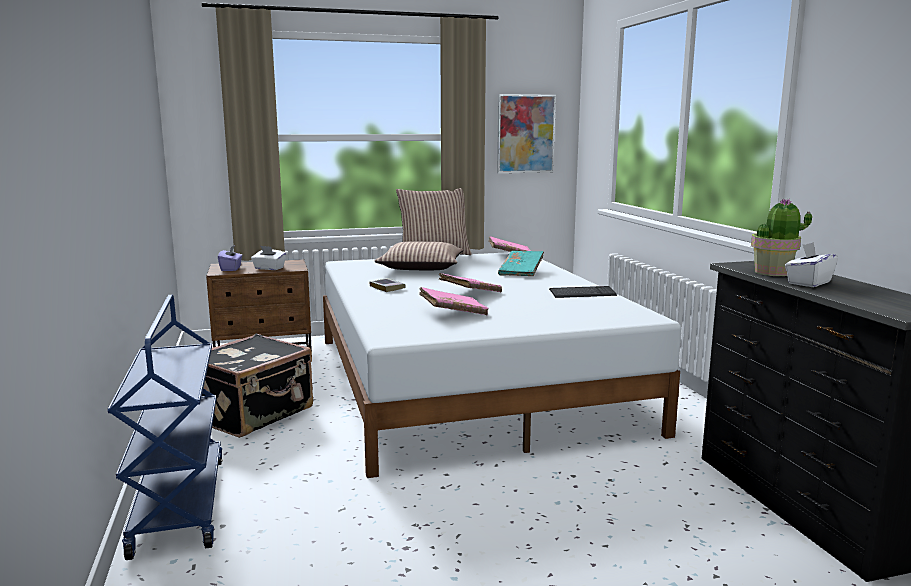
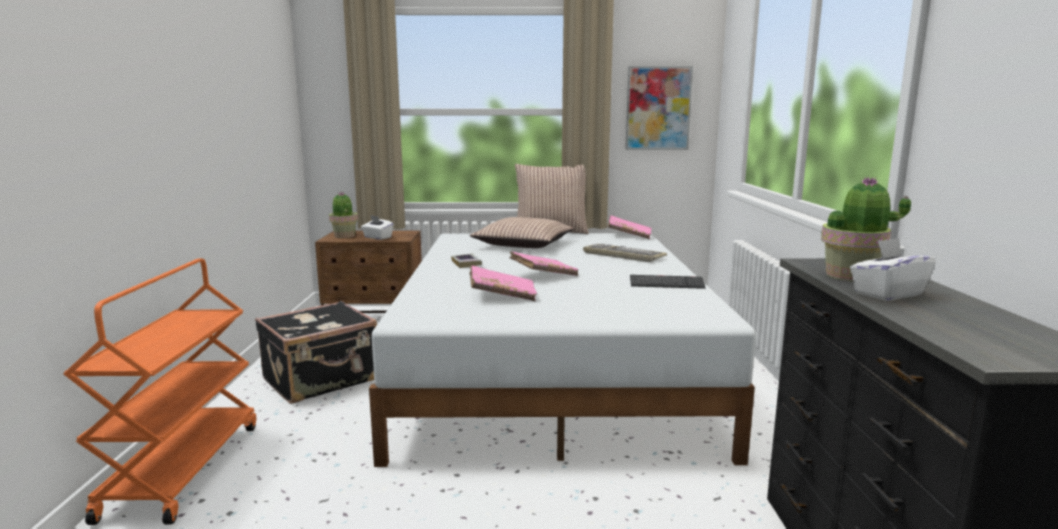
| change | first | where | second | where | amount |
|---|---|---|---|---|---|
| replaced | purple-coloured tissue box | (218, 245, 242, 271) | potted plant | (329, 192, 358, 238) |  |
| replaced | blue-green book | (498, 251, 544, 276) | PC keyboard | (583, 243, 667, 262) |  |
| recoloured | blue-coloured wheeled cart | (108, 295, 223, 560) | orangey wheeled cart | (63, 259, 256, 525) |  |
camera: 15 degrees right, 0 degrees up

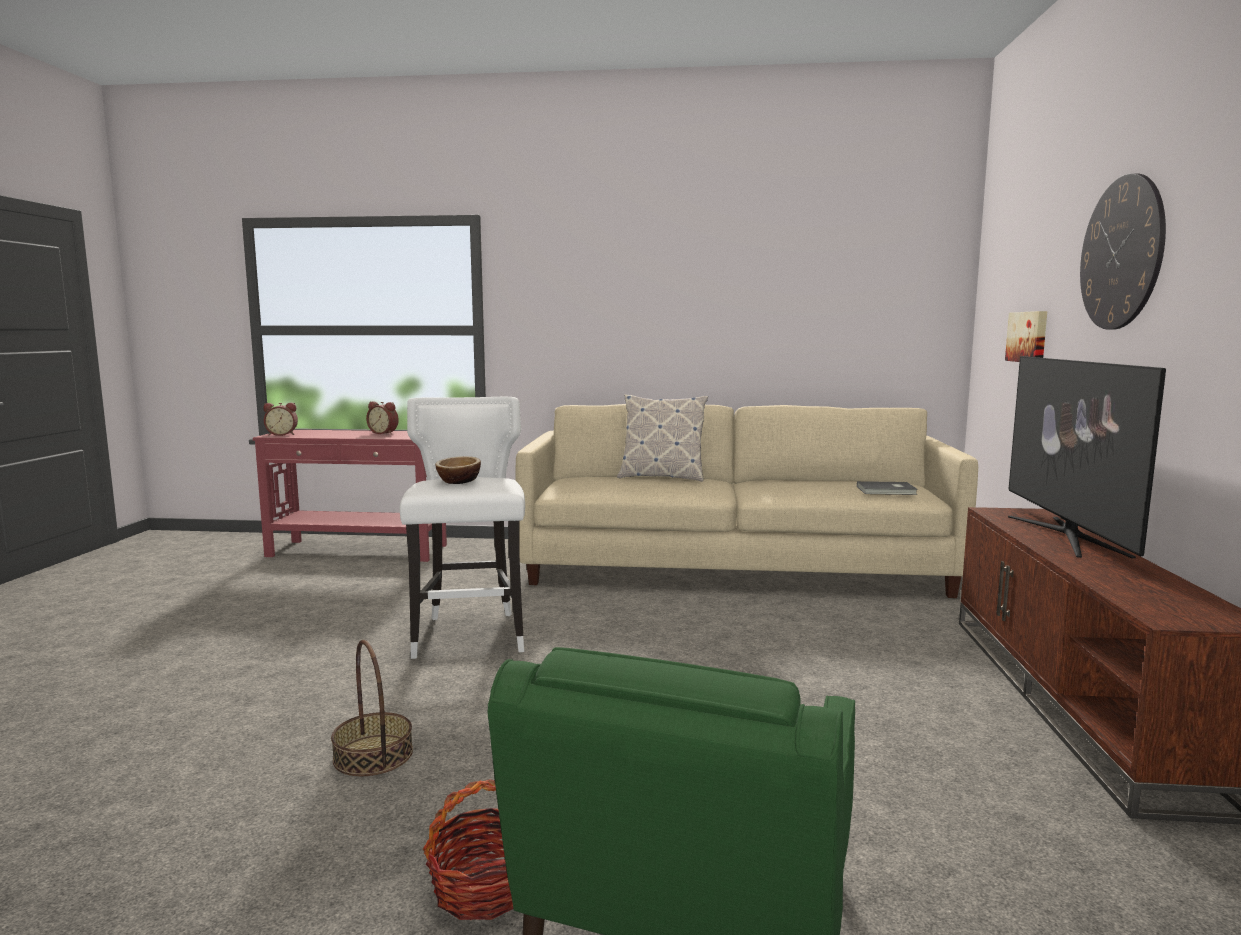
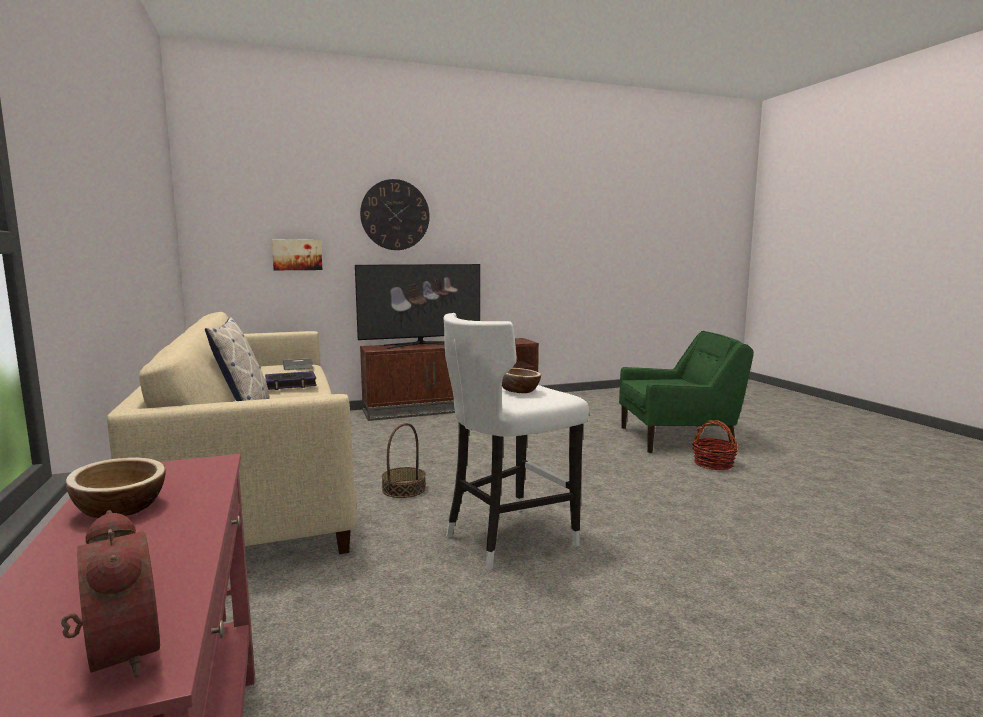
| change | first | where | second | where | amount |
|---|---|---|---|---|---|
| replaced | bedside clock | (366, 401, 399, 434) | deep dish | (66, 457, 166, 518) |  |
| moved | household basket | (331, 640, 413, 776) |  | (382, 423, 426, 498) |  |
| added |  |  | book | (265, 371, 317, 390) |  |
camera: 115 degrees left, 0 degrees up

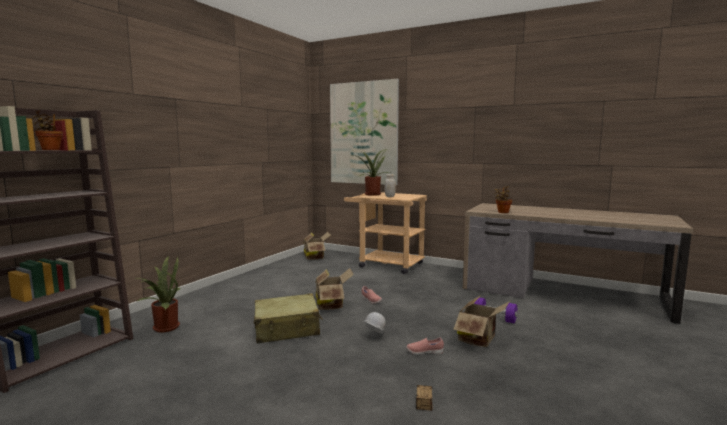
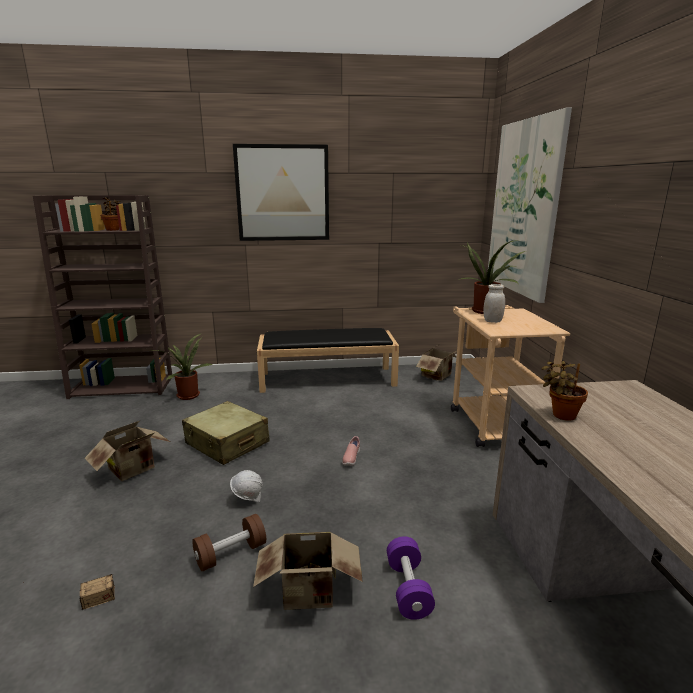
| change | first | where | second | where | amount |
|---|---|---|---|---|---|
| moved | packing box | (315, 268, 354, 310) |  | (85, 421, 170, 481) |  |
| replaced | pinkish shoe | (406, 338, 444, 355) | brownish hand weight | (192, 514, 266, 572) |  |
| added |  |  | wall art | (233, 144, 329, 241) |  |
| added |  |  | black long seat | (257, 328, 399, 393) |  |
camera: 55 degrees right, 10 degrees up

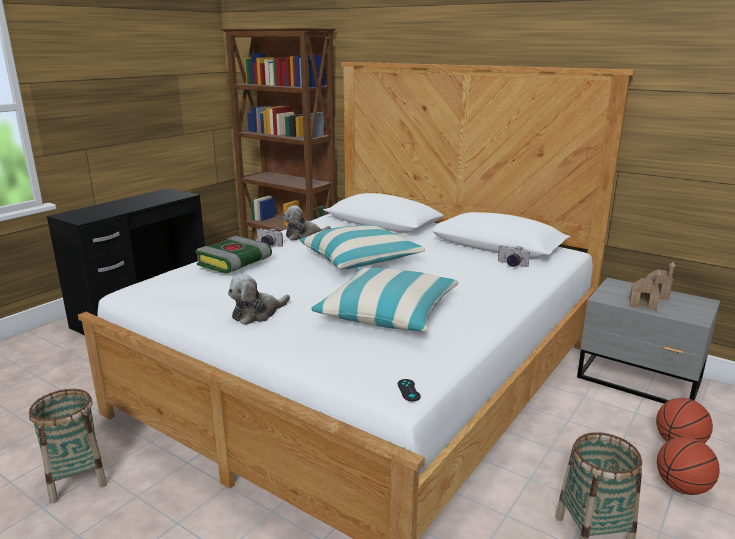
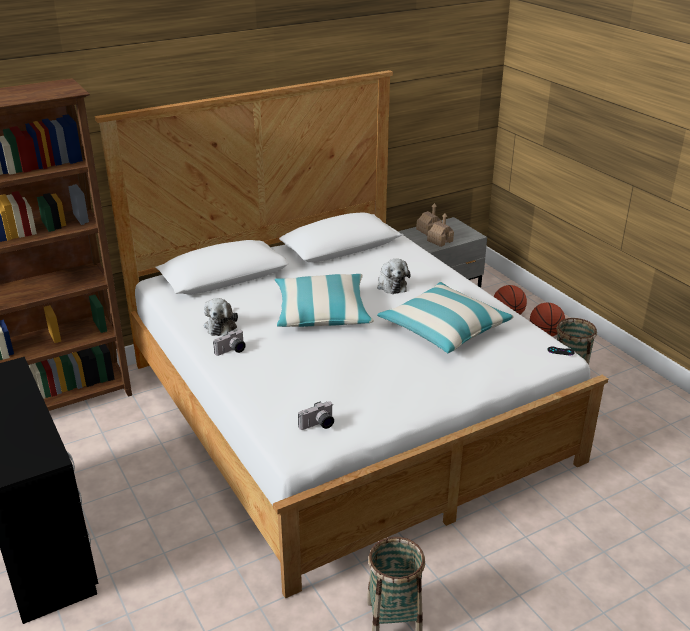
| change | first | where | second | where | amount |
|---|---|---|---|---|---|
| removed | book | (195, 236, 272, 274) |  |  |  |
| moved | still camera | (498, 246, 530, 267) |  | (298, 401, 334, 430) |  |
| moved | cuddly toy | (228, 274, 290, 325) |  | (377, 259, 411, 294) |  |
camera: 65 degrees left, 10 degrees up

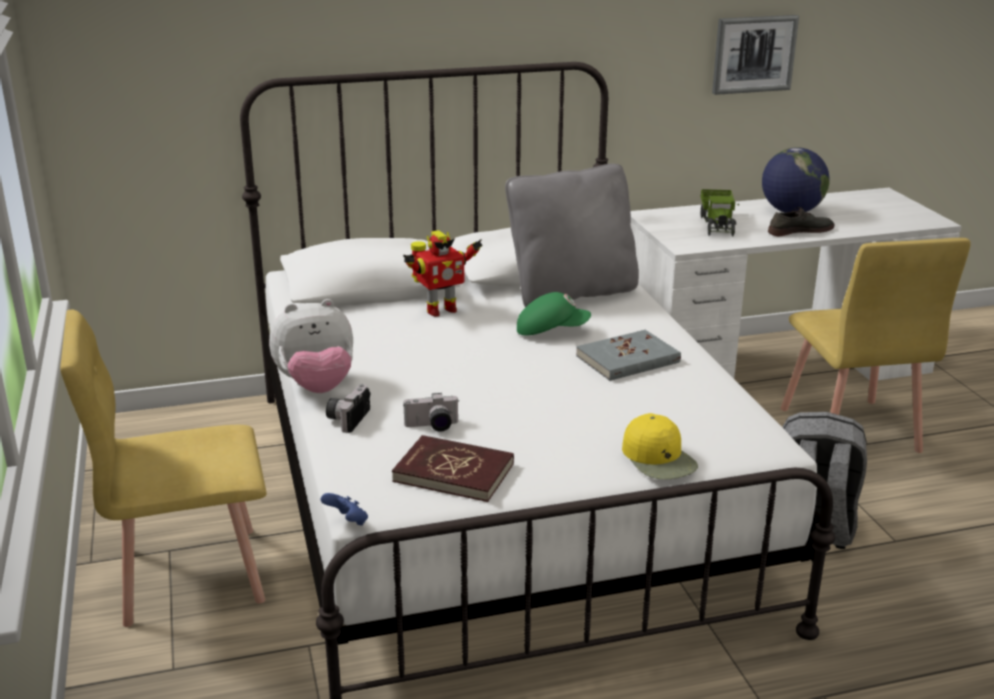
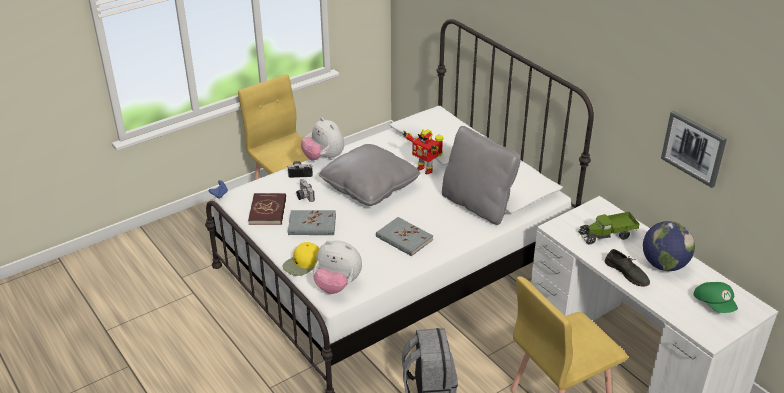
| change | first | where | second | where | amount |
|---|---|---|---|---|---|
| moved | green-coloured cap | (517, 292, 591, 335) |  | (693, 282, 738, 313) |  |
| added |  |  | grey throw pillow | (319, 144, 420, 206) |  |
| added |  |  | grey book | (288, 210, 336, 235) |  |
| added |  |  | cuddly toy | (313, 240, 362, 294) |  |
camera: 70 degrees right, 10 degrees up

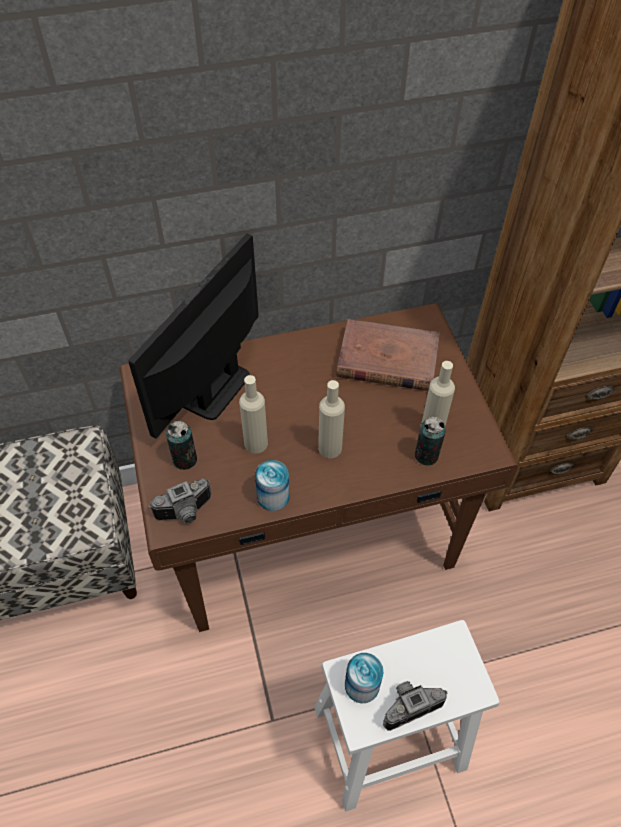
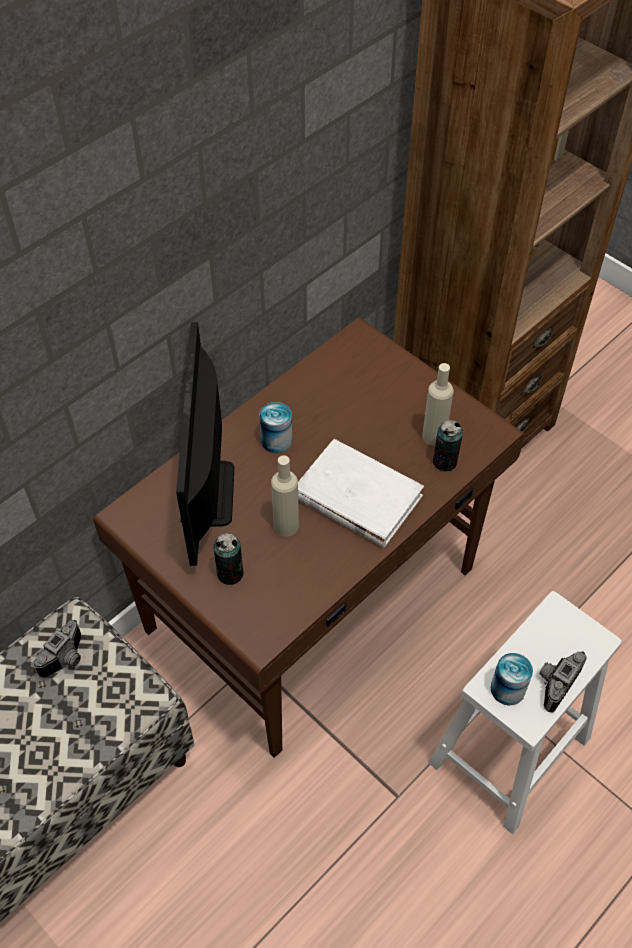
| change | first | where | second | where | amount |
|---|---|---|---|---|---|
| removed | brownish book | (336, 319, 440, 391) |  |  |  |
| replaced | beige beverage bottle | (318, 380, 345, 458) | white-coloured book | (298, 439, 424, 548) |  |
| moved | metal can | (255, 460, 290, 511) |  | (260, 402, 293, 453) |  |
| moved | still camera | (149, 478, 211, 523) |  | (33, 620, 82, 678) |  |
camera: 30 degrees left, 0 degrees up

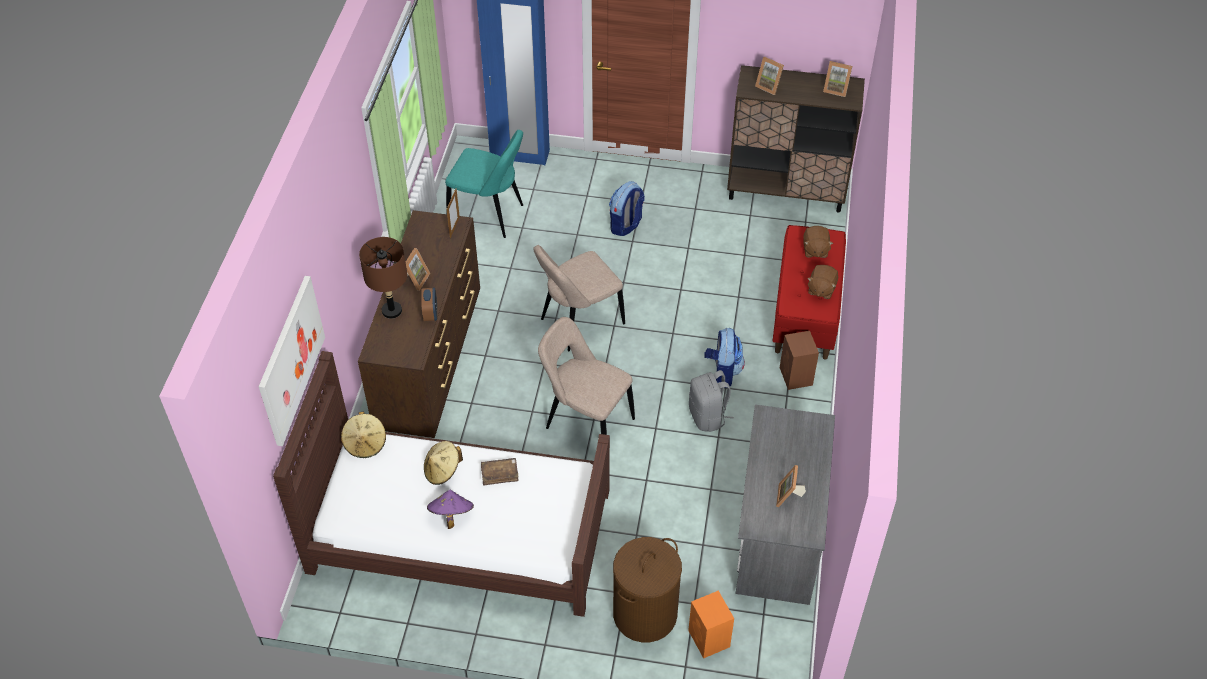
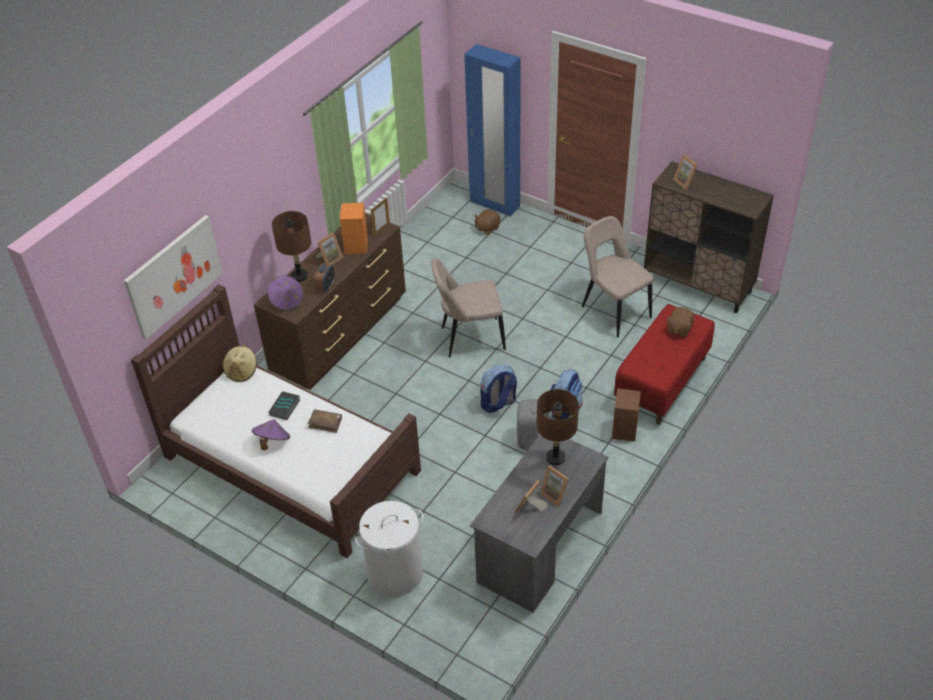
| change | first | where | second | where | amount |
|---|---|---|---|---|---|
| moved | photo frame | (823, 61, 852, 97) |  | (540, 465, 569, 507) |  |
| removed | blue-green plain chair | (445, 130, 523, 238) |  |  |  |
| moved | knapsack | (609, 181, 645, 236) |  | (480, 364, 517, 413) |  |
| moved | brownish cuddly toy | (807, 265, 838, 299) |  | (474, 209, 501, 235) |  |
| moved | beige plain chair | (538, 317, 635, 435) |  | (582, 216, 654, 337) |  |
| replaced | beige hat | (424, 441, 463, 485) | book | (269, 391, 300, 420) |  |
| recoloured | brownish hamper | (613, 537, 682, 642) | white-coloured hamper | (355, 501, 423, 596) |  |
| moved | orangey audio speaker | (688, 591, 734, 659) |  | (340, 203, 368, 254) |  |
| added |  |  | purple-coloured hat | (267, 276, 303, 311) |  |
| added |  |  | brownish lamp for a table | (537, 389, 579, 465) |  |
camera: 25 degrees right, 5 degrees down

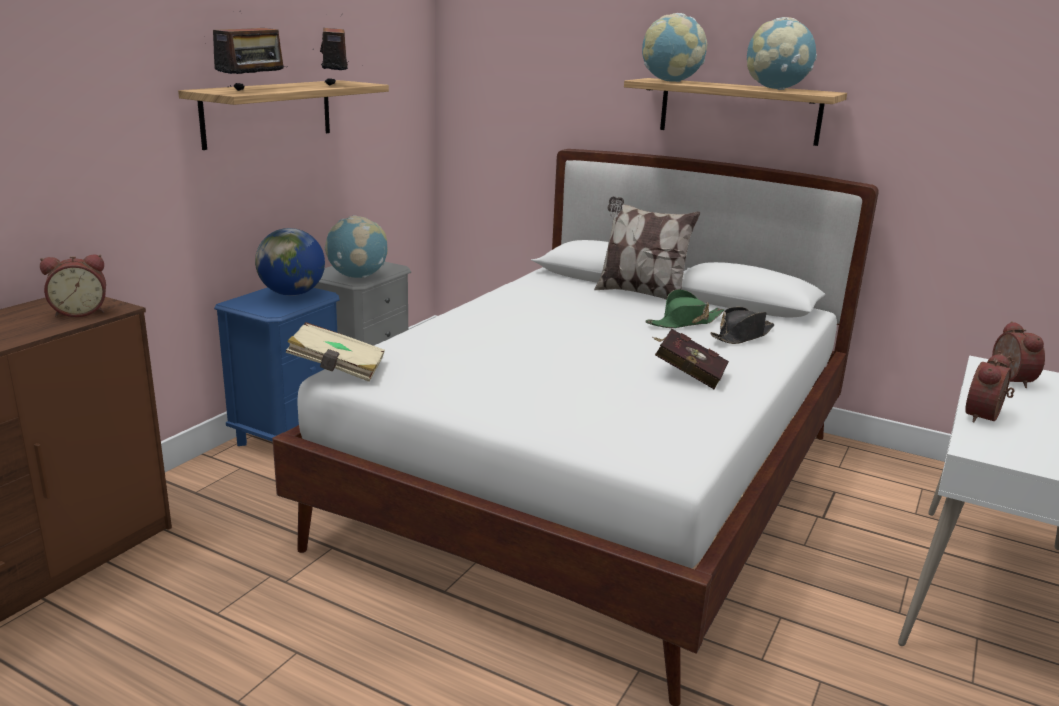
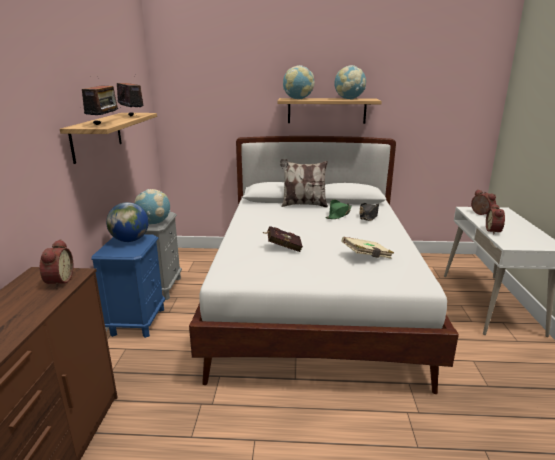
| change | first | where | second | where | amount |
|---|---|---|---|---|---|
| turned | bedside clock | (40, 254, 106, 317) |  | (39, 239, 73, 288) | 45 degrees counterclockwise |
| moved | beige book | (286, 322, 385, 382) |  | (342, 237, 394, 259) |  |
| moved | red-coloured book | (653, 329, 729, 389) |  | (262, 226, 303, 252) |  |
camera: 25 degrees left, 0 degrees up

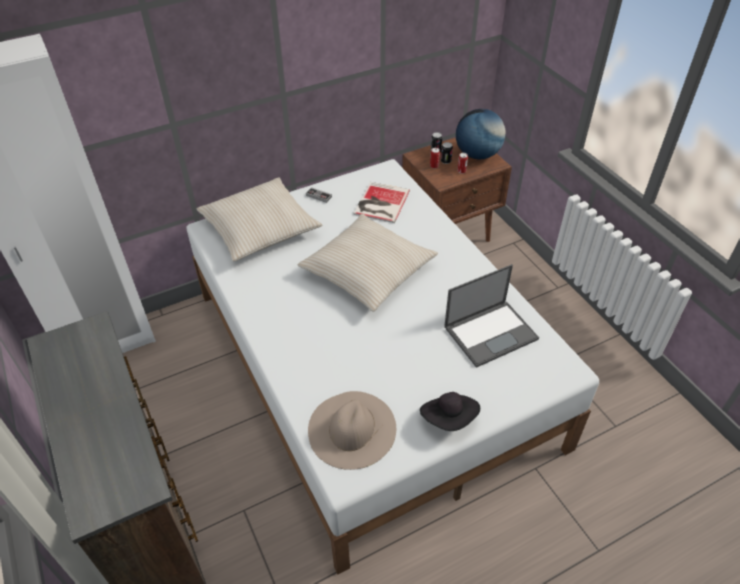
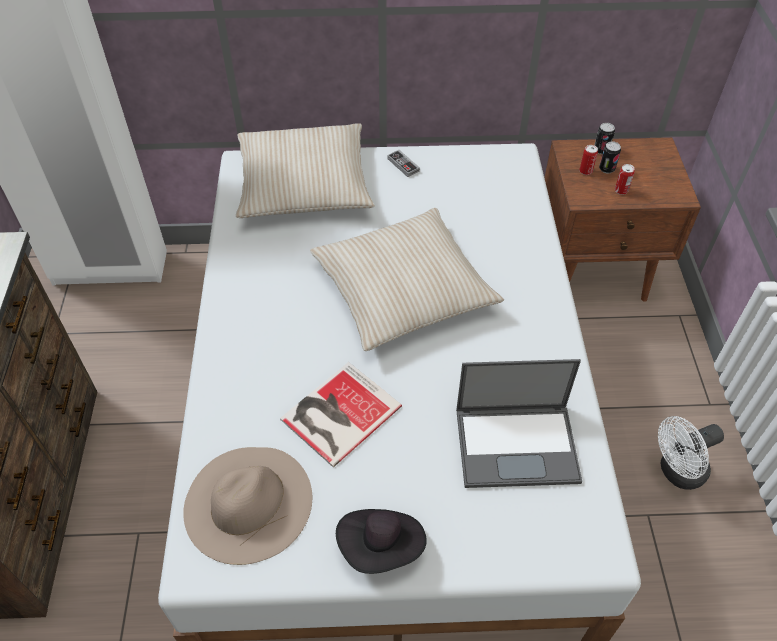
| change | first | where | second | where | amount |
|---|---|---|---|---|---|
| removed | world globe | (456, 109, 506, 160) |  |  |  |
| moved | book | (353, 182, 410, 223) |  | (280, 362, 402, 468) |  |
| added |  |  | white-coloured fan | (658, 416, 724, 490) |  |
camera: 25 degrees right, 5 degrees up

